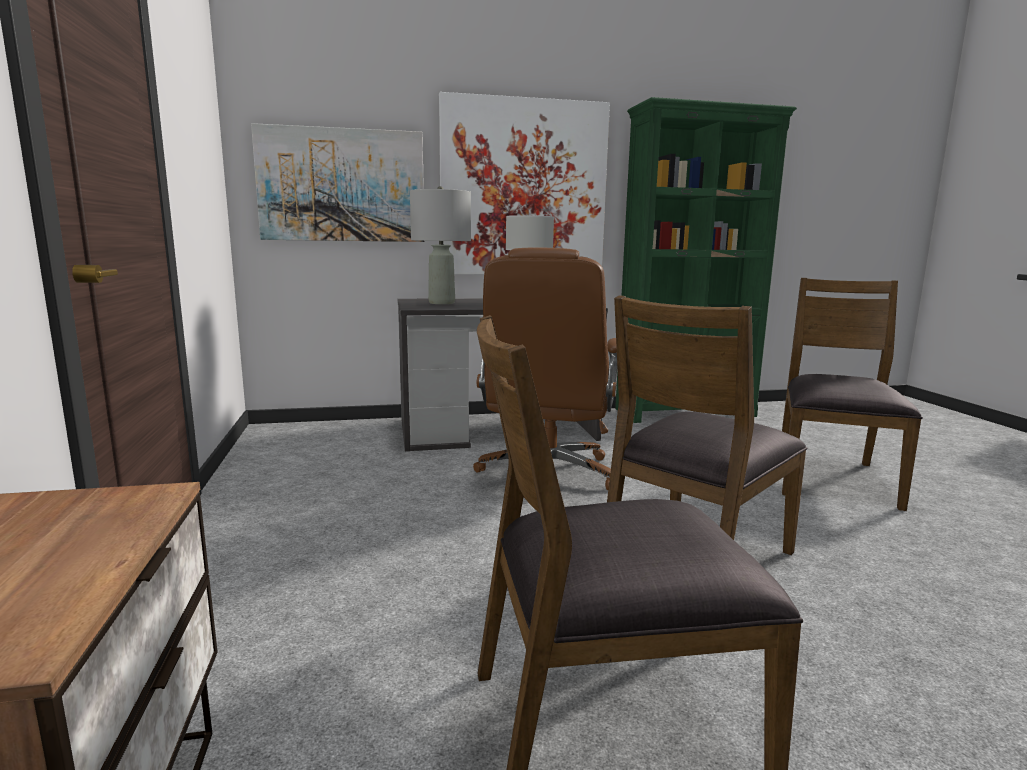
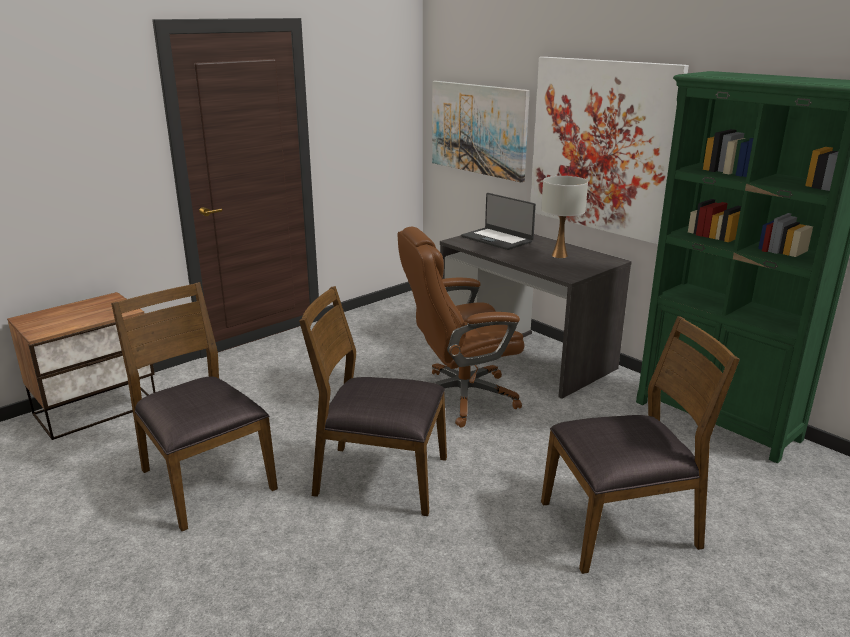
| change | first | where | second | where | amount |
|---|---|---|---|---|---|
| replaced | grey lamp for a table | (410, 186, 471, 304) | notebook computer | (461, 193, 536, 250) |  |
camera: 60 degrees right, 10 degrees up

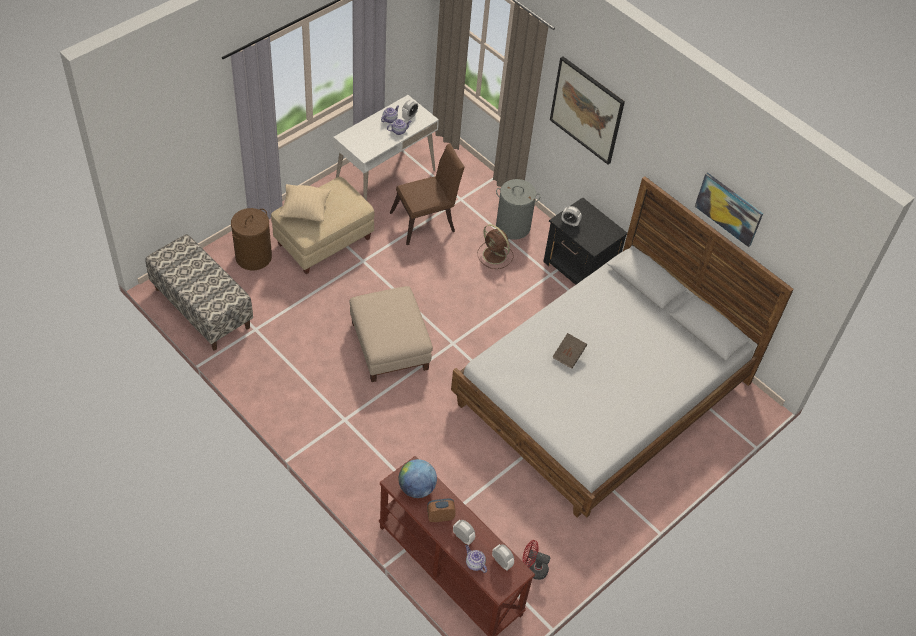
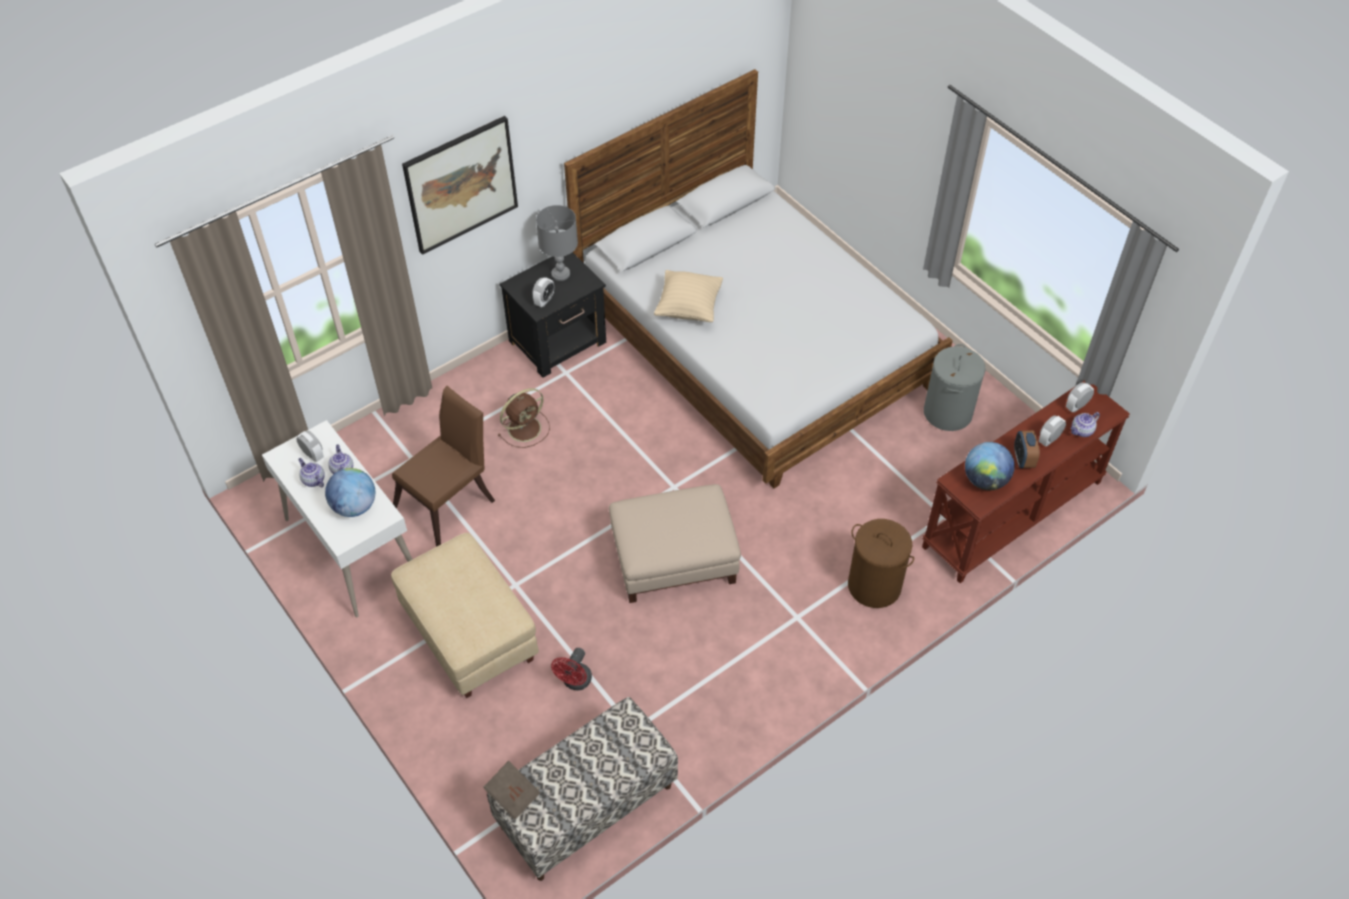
| change | first | where | second | where | amount |
|---|---|---|---|---|---|
| turned | brownish plain chair | (390, 143, 464, 245) |  | (392, 386, 495, 547) | 60 degrees clockwise |
| removed | wall art | (695, 172, 763, 247) |  |  |  |
| moved | grey hamper | (496, 179, 541, 240) |  | (924, 344, 985, 431) |  |
| moved | beige throw pillow | (279, 184, 331, 221) |  | (654, 270, 723, 322) |  |
| moved | brownish hamper | (231, 208, 272, 270) |  | (848, 519, 914, 608) |  |
| moved | brownish book | (553, 333, 587, 369) |  | (483, 761, 540, 820) |  |
| moved | red-coloured fan | (522, 540, 550, 580) |  | (551, 648, 592, 690) |  |
| added |  |  | grey lamp for a table | (536, 205, 578, 281) |  |
| added |  |  | world globe | (325, 468, 375, 517) |  |
camera: 80 degrees left, 0 degrees up

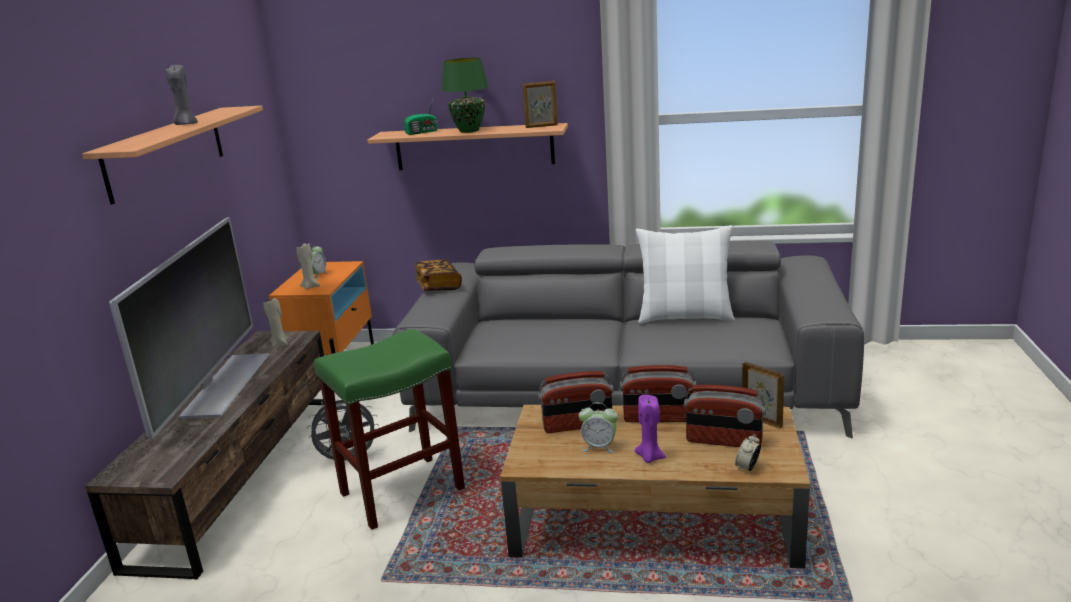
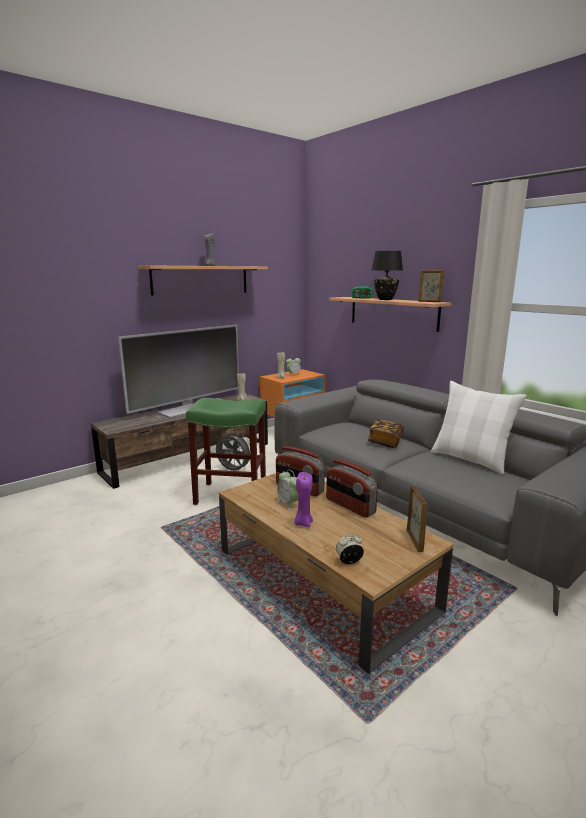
| change | first | where | second | where | amount |
|---|---|---|---|---|---|
| recoloured | green-coloured lamp for a table | (442, 58, 488, 133) | black lamp for a table | (371, 251, 403, 300) |  |
| moved | book | (415, 260, 462, 291) |  | (368, 419, 404, 448) |  |
| removed | radio | (684, 385, 766, 447) |  |  |  |
camera: 40 degrees right, 5 degrees down

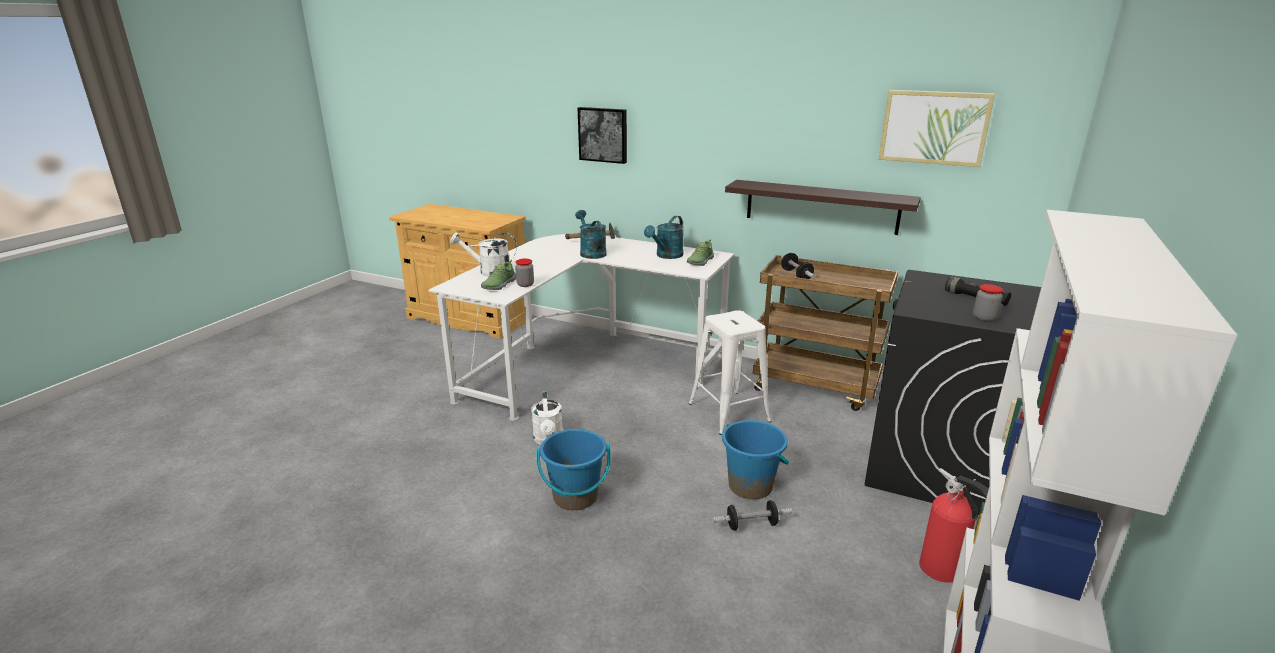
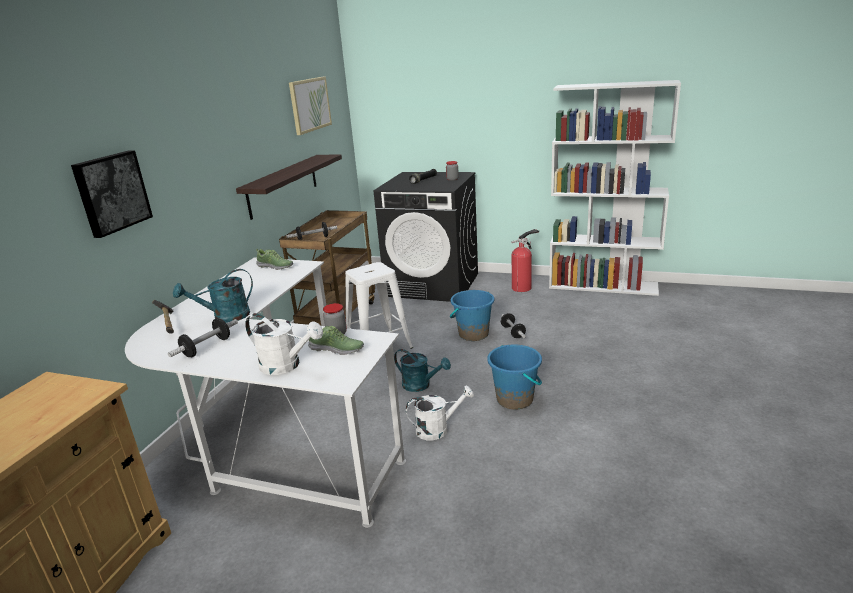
| change | first | where | second | where | amount |
|---|---|---|---|---|---|
| moved | blue-green watering can | (644, 216, 684, 259) |  | (394, 349, 451, 392) |  |
| turned | white-coloured watering can | (450, 233, 517, 277) |  | (245, 313, 323, 375) | 60 degrees counterclockwise |
| added |  |  | hand weight | (168, 318, 238, 358) |  |
camera: 95 degrees left, 0 degrees up

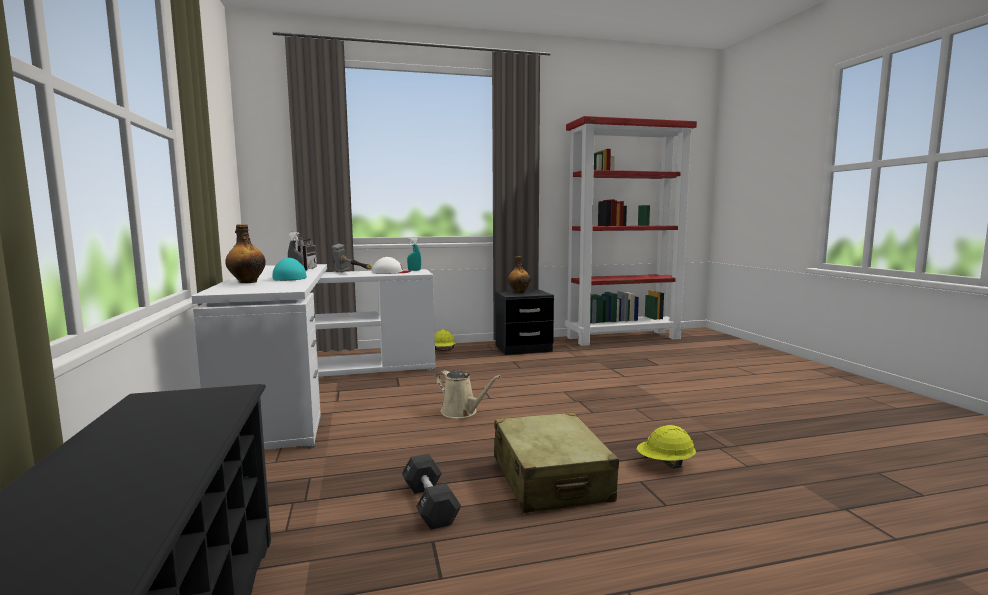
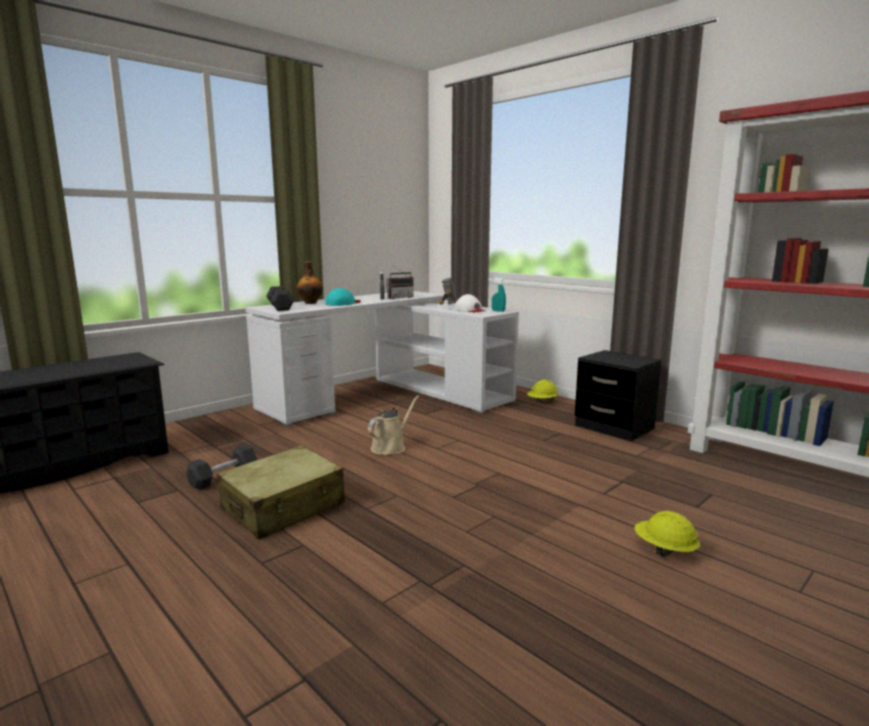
| change | first | where | second | where | amount |
|---|---|---|---|---|---|
| removed | beverage bottle | (508, 256, 531, 293) |  |  |  |
| turned | beige watering can | (436, 370, 501, 418) |  | (368, 395, 419, 455) | 150 degrees counterclockwise |
| moved | yellowish hard hat | (637, 425, 696, 468) |  | (635, 511, 700, 556) |  |
| added |  |  | black hand weight | (266, 286, 294, 311) |  |
camera: 60 degrees right, 5 degrees up

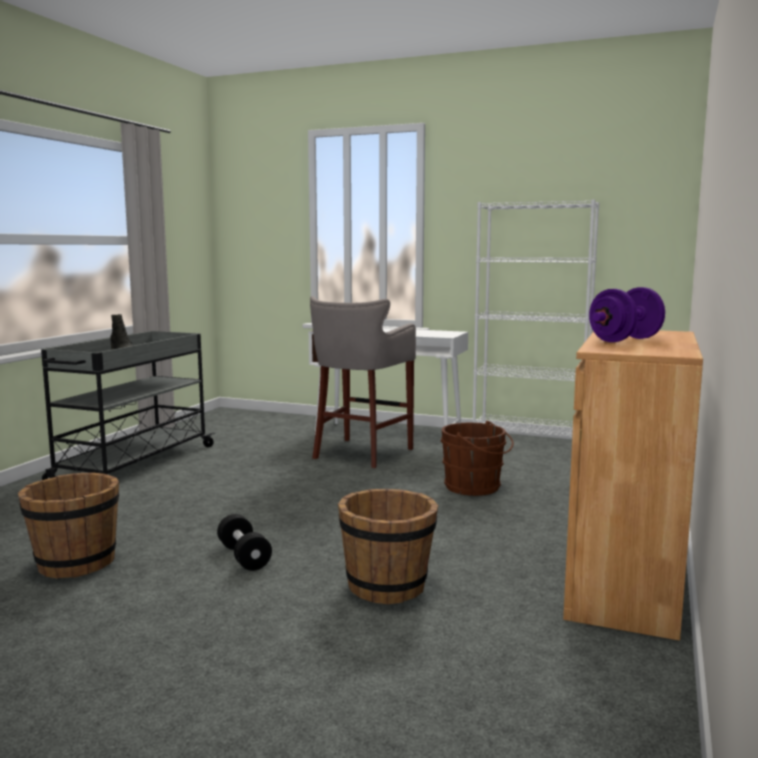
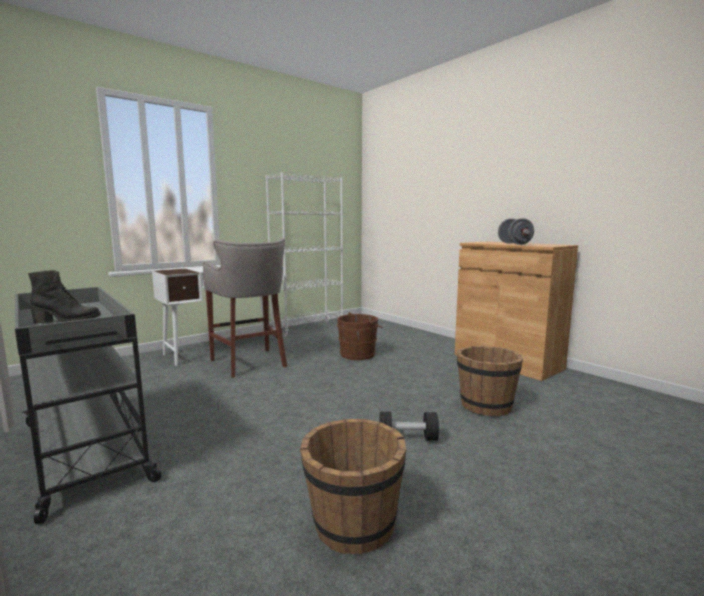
| change | first | where | second | where | amount |
|---|---|---|---|---|---|
| recoloured | purple-coloured hand weight | (589, 287, 665, 342) | grey hand weight | (498, 218, 534, 245) |  |
camera: 60 degrees left, 0 degrees up

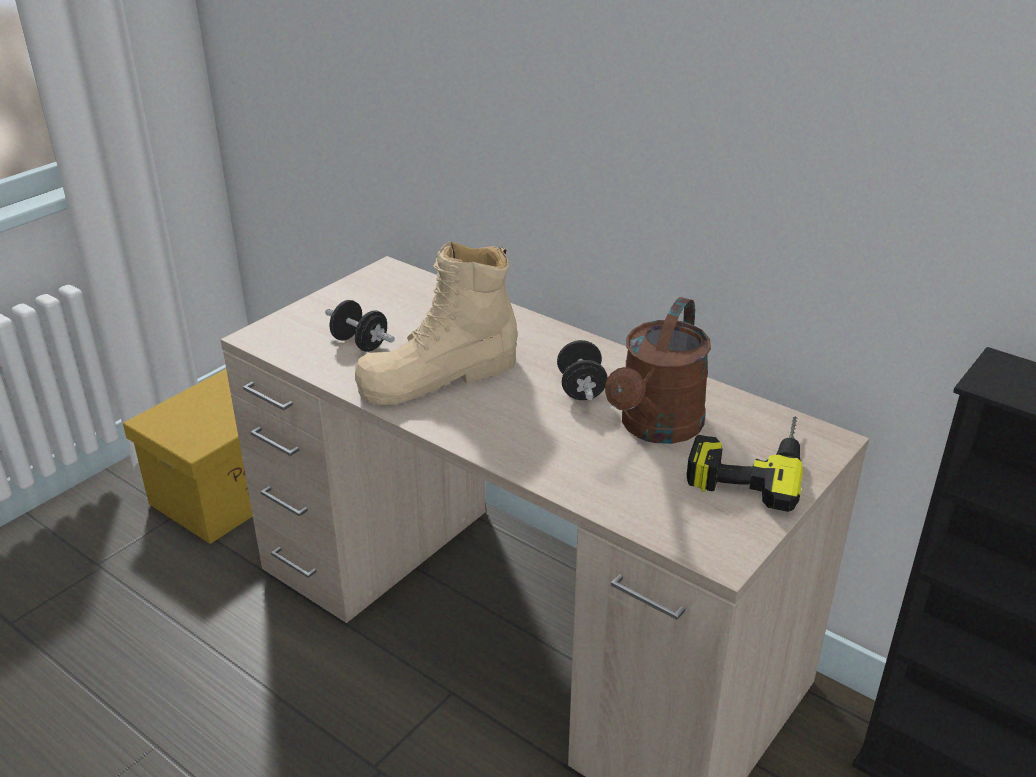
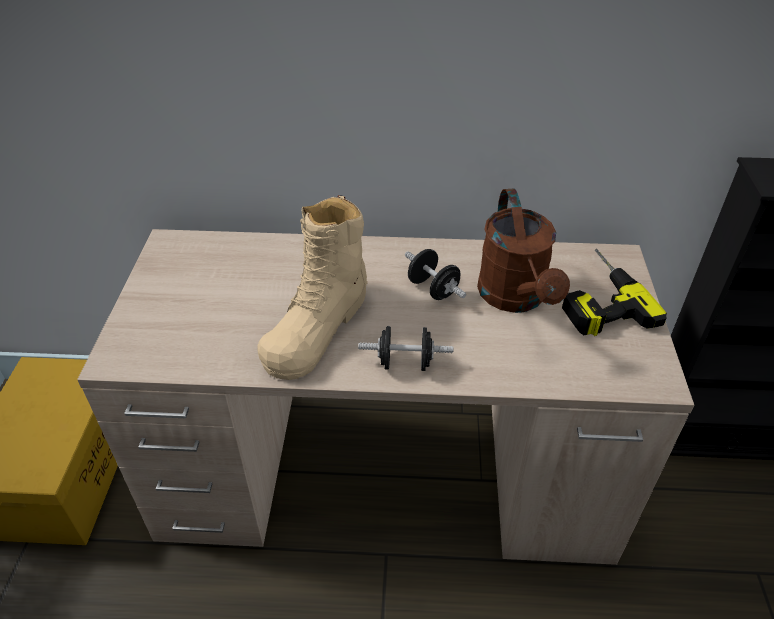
| change | first | where | second | where | amount |
|---|---|---|---|---|---|
| moved | black hand weight | (325, 300, 395, 352) |  | (358, 326, 454, 371) |  |
camera: 35 degrees left, 10 degrees up

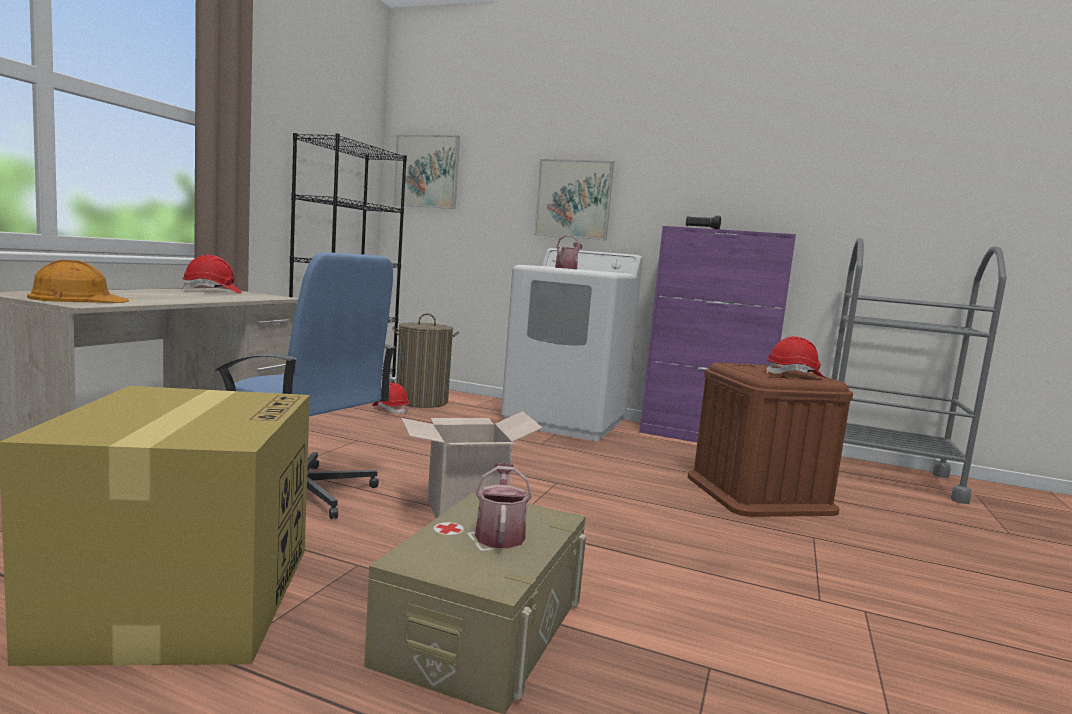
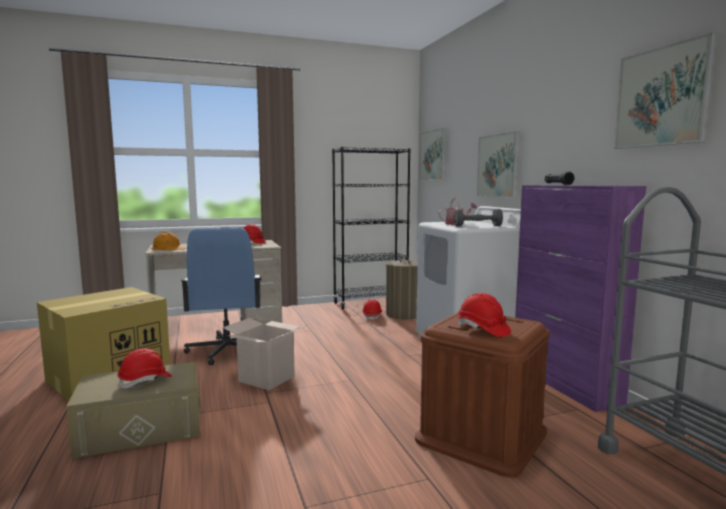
| change | first | where | second | where | amount |
|---|---|---|---|---|---|
| replaced | watering can | (475, 463, 532, 549) | red-coloured hard hat | (117, 348, 172, 389) |  |
| added |  |  | wall art | (614, 32, 716, 149) |  |
| added |  |  | grey hand weight | (454, 209, 503, 227) |  |
camera: 50 degrees right, 0 degrees up

